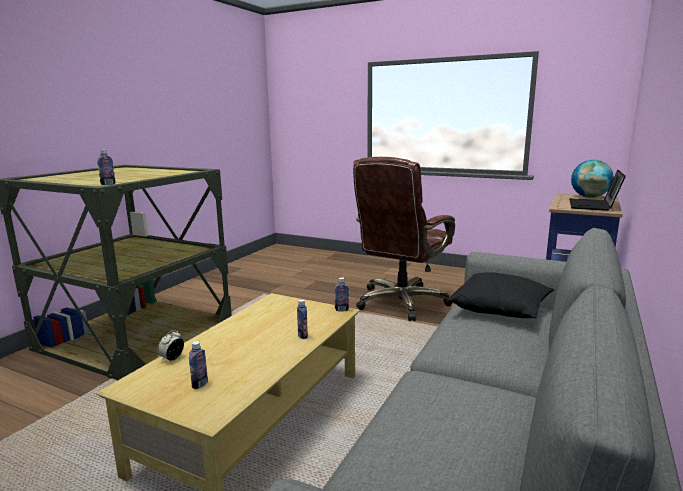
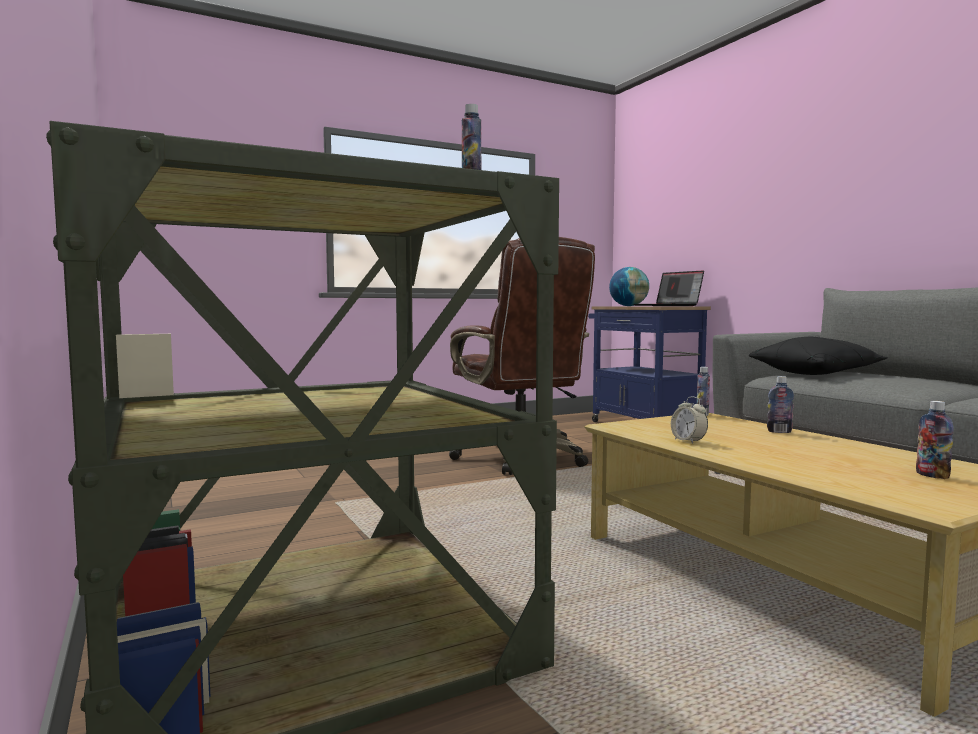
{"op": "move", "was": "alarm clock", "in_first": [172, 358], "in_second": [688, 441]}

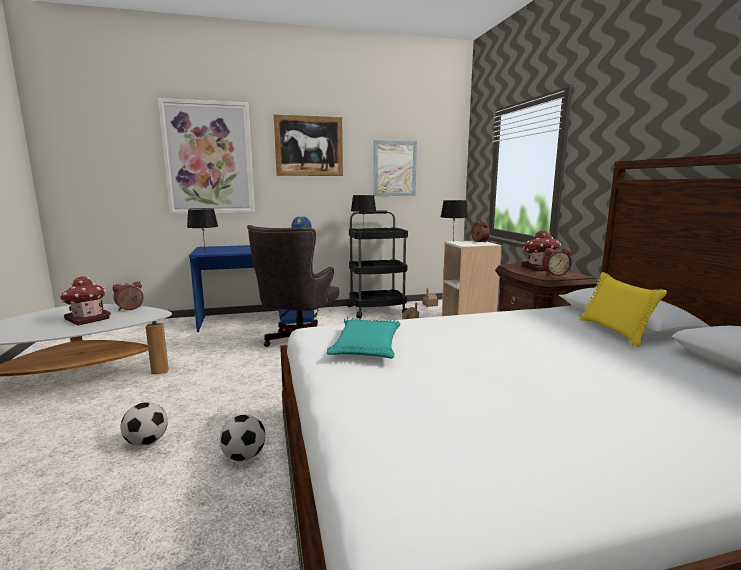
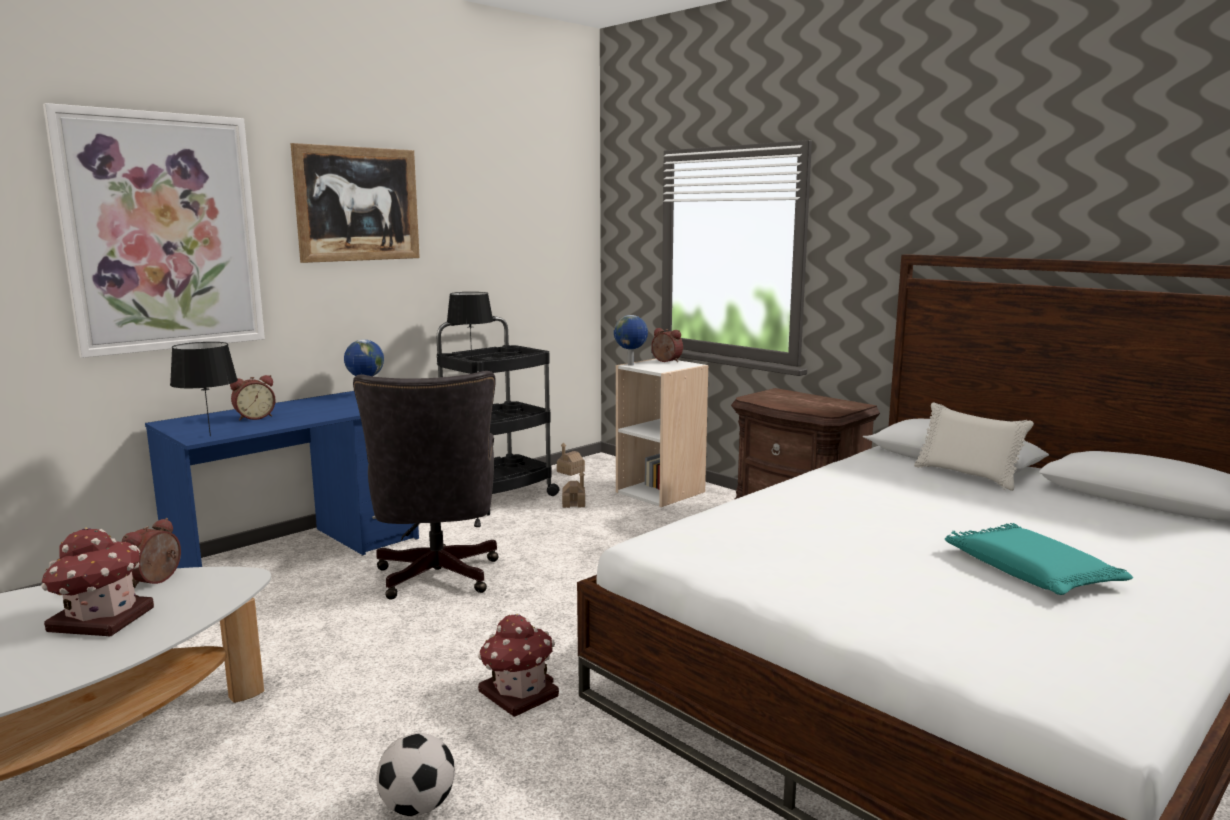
{"op": "delete", "was": "picture", "in_first": [394, 168]}
{"op": "replace", "was": "black table lamp", "now": "globe", "in_first": [453, 242], "in_second": [631, 365]}
{"op": "move", "was": "toy house", "in_first": [539, 268], "in_second": [518, 693]}
{"op": "move", "was": "alarm clock", "in_first": [554, 274], "in_second": [254, 417]}
{"op": "recolor", "was": "yellow pillow", "now": "white pillow", "in_first": [615, 332], "in_second": [967, 476]}
{"op": "move", "was": "turquoise pillow", "in_first": [366, 345], "in_second": [1032, 569]}
{"op": "delete", "was": "football", "in_first": [244, 456]}

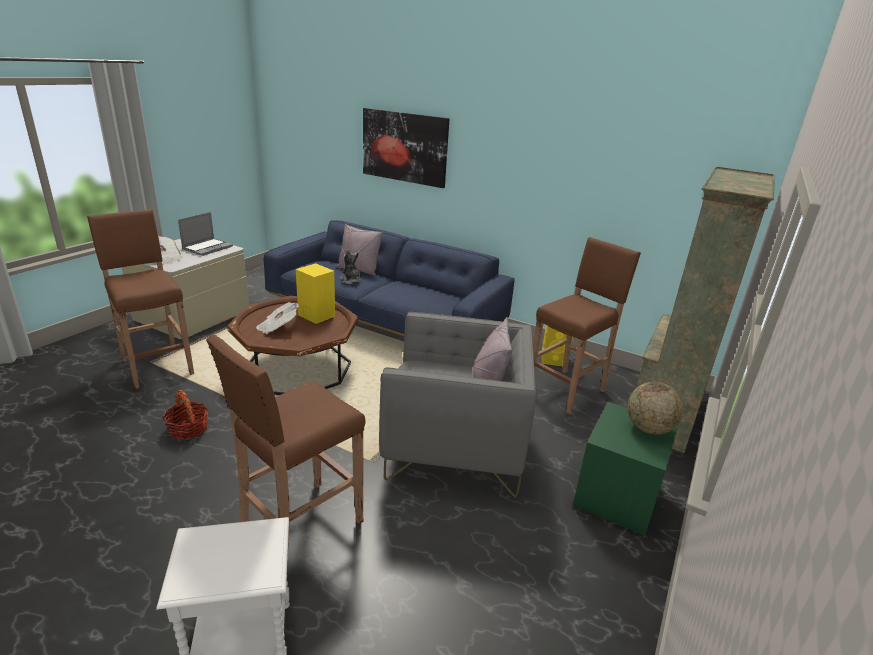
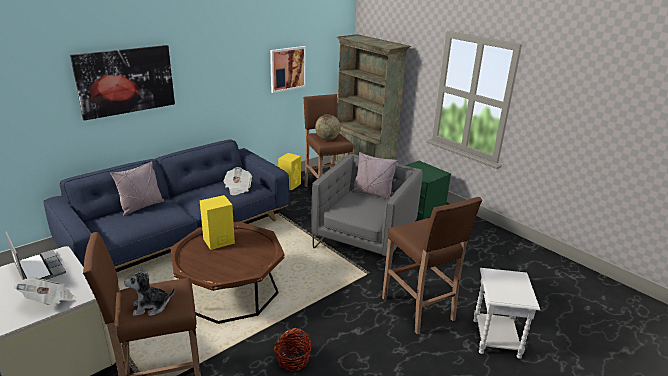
{"op": "move", "was": "plush toy", "in_first": [351, 280], "in_second": [151, 307]}
{"op": "move", "was": "newspaper", "in_first": [278, 328], "in_second": [238, 188]}
{"op": "move", "was": "globe", "in_first": [649, 429], "in_second": [327, 139]}
{"op": "insert", "now": "picture", "in_second": [287, 68]}

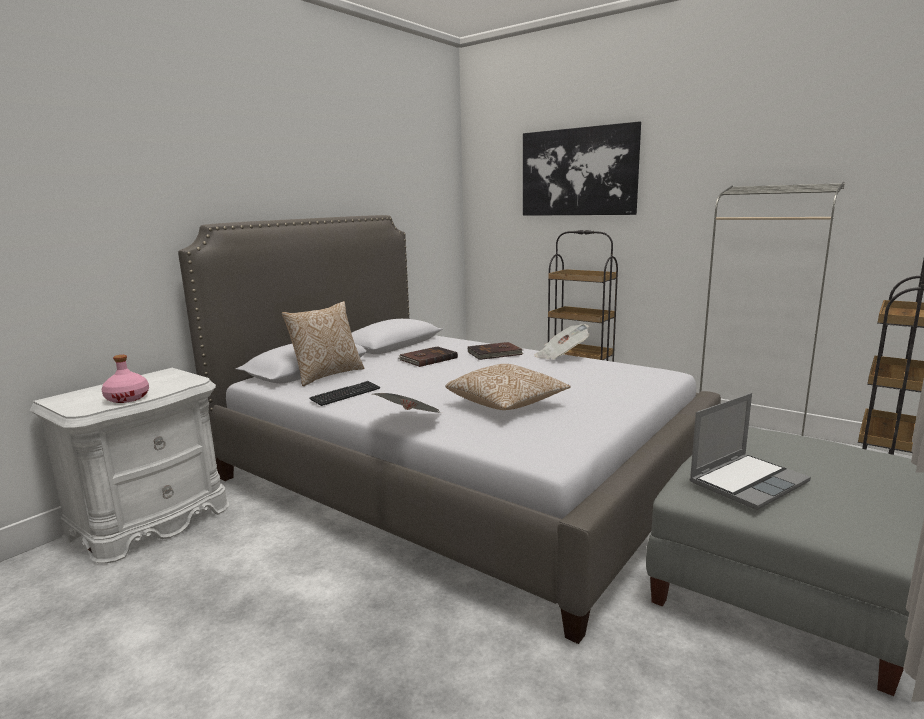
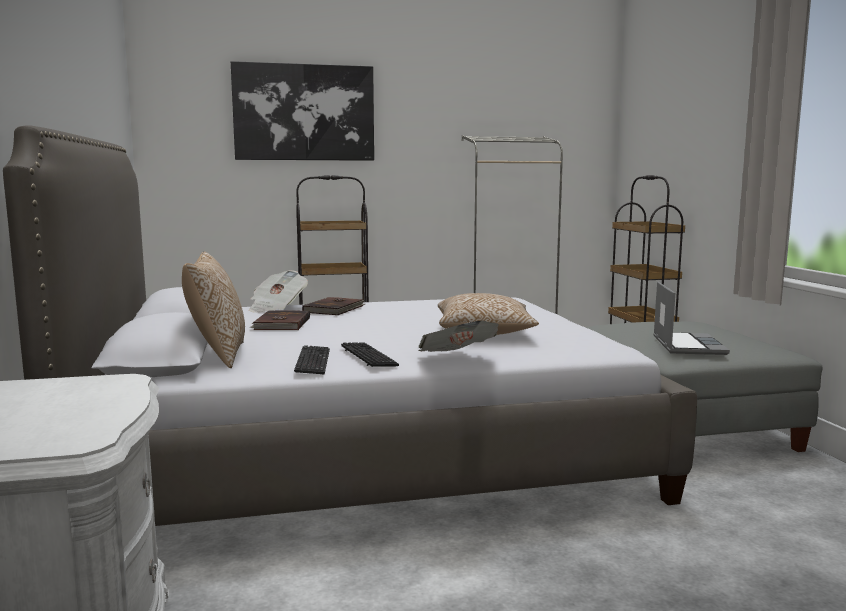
{"op": "move", "was": "newspaper", "in_first": [561, 356], "in_second": [276, 308]}
{"op": "delete", "was": "pink bottle", "in_first": [127, 398]}
{"op": "insert", "now": "keyboard", "in_second": [368, 357]}

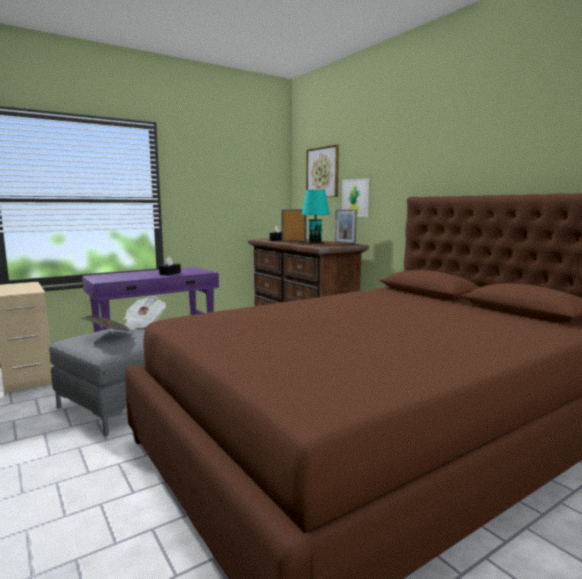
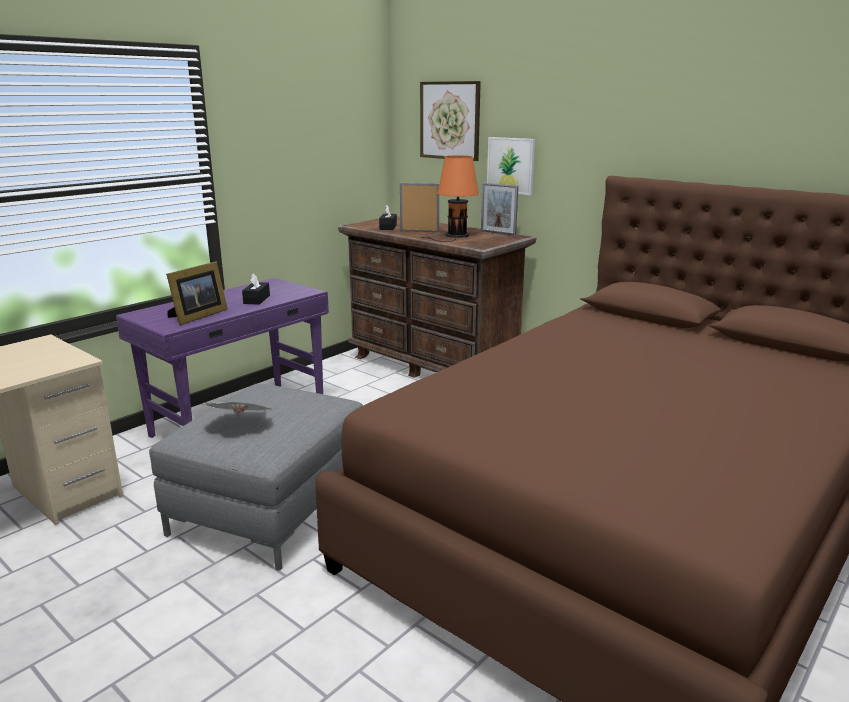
{"op": "recolor", "was": "turquoise table lamp", "now": "orange table lamp", "in_first": [313, 243], "in_second": [455, 236]}
{"op": "delete", "was": "newspaper", "in_first": [143, 324]}
{"op": "insert", "now": "picture frame", "in_second": [197, 316]}

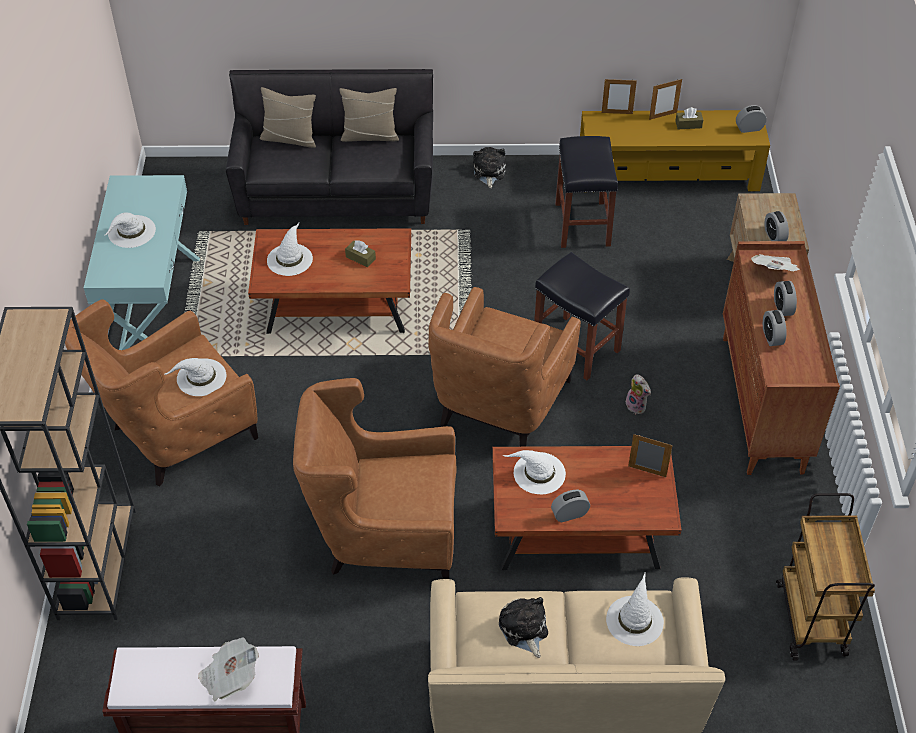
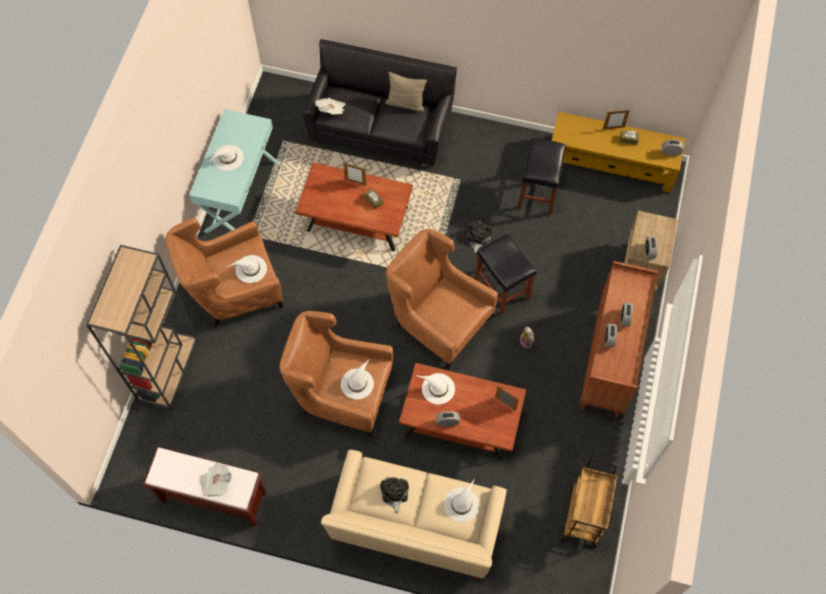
{"op": "move", "was": "picture frame", "in_first": [617, 113], "in_second": [355, 182]}
{"op": "delete", "was": "beige pillow", "in_first": [289, 139]}
{"op": "move", "was": "plush toy", "in_first": [488, 172], "in_second": [478, 237]}
{"op": "move", "was": "white hat", "in_first": [289, 259], "in_second": [357, 383]}
{"op": "move", "was": "newspaper", "in_first": [774, 272], "in_second": [332, 110]}
{"op": "rotate", "was": "brown armchair", "in_first": [499, 406], "in_second": [438, 321], "clockwise": 90}

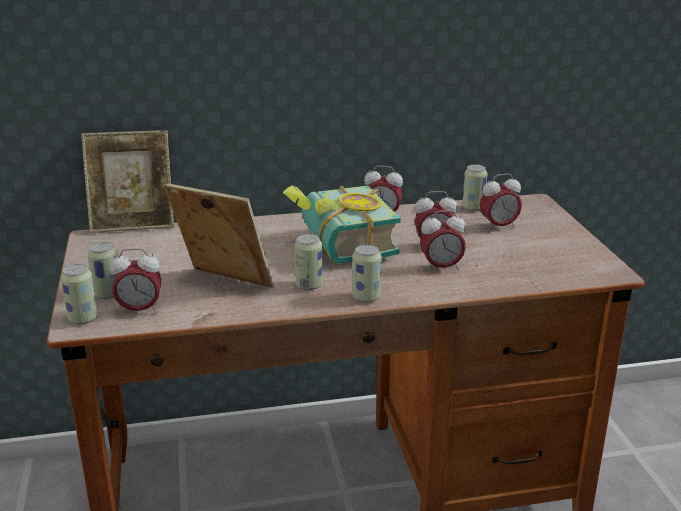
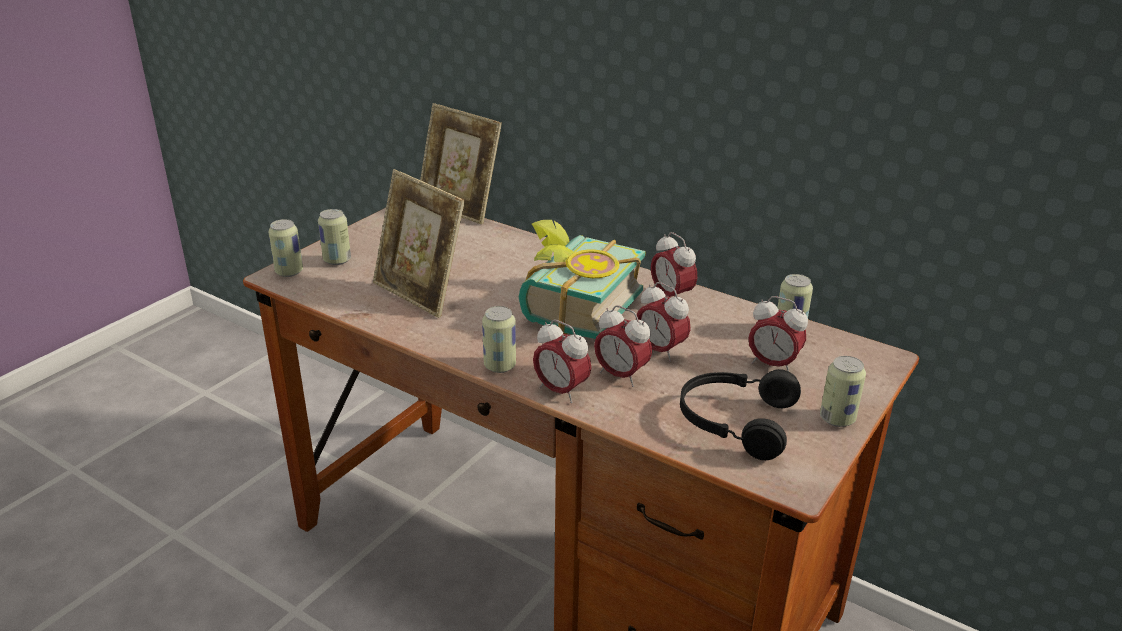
{"op": "rotate", "was": "picture frame", "in_first": [223, 284], "in_second": [420, 293], "clockwise": 150}
{"op": "move", "was": "can", "in_first": [309, 285], "in_second": [837, 419]}
{"op": "move", "was": "alarm clock", "in_first": [140, 310], "in_second": [561, 391]}
{"op": "insert", "now": "black headphones", "in_second": [734, 422]}

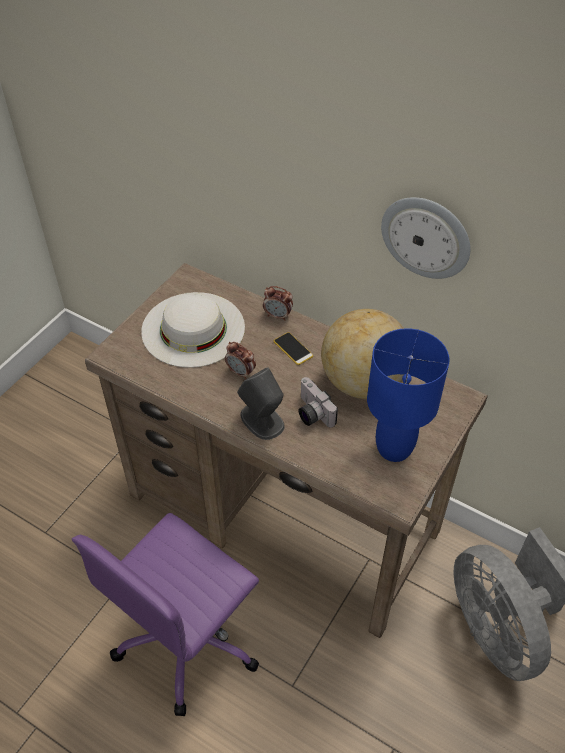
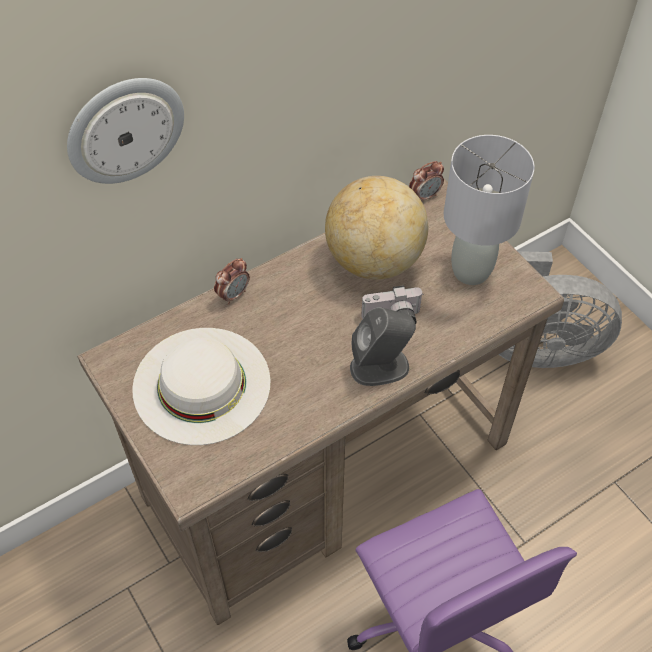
{"op": "move", "was": "wall clock", "in_first": [426, 237], "in_second": [125, 129]}
{"op": "recolor", "was": "blue table lamp", "now": "grey table lamp", "in_first": [394, 449], "in_second": [471, 271]}
{"op": "delete", "was": "phone", "in_first": [293, 349]}
{"op": "move", "was": "alarm clock", "in_first": [241, 372], "in_second": [425, 196]}

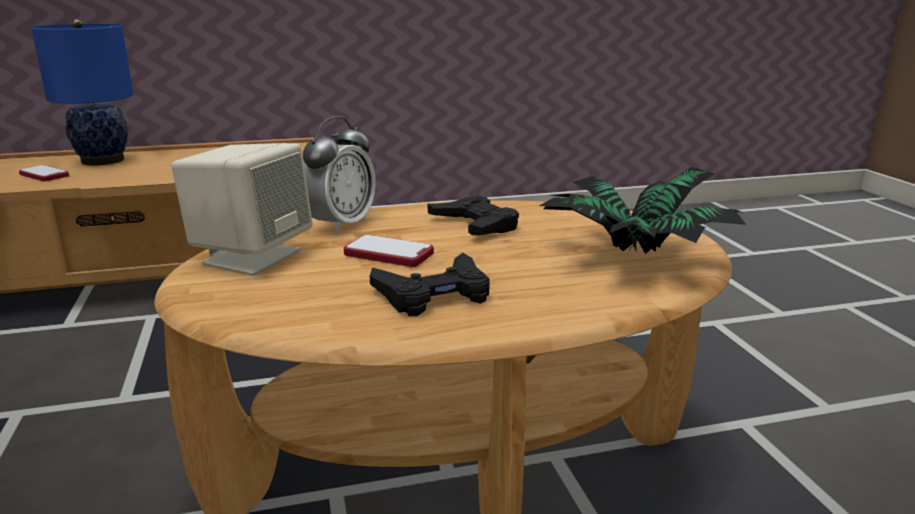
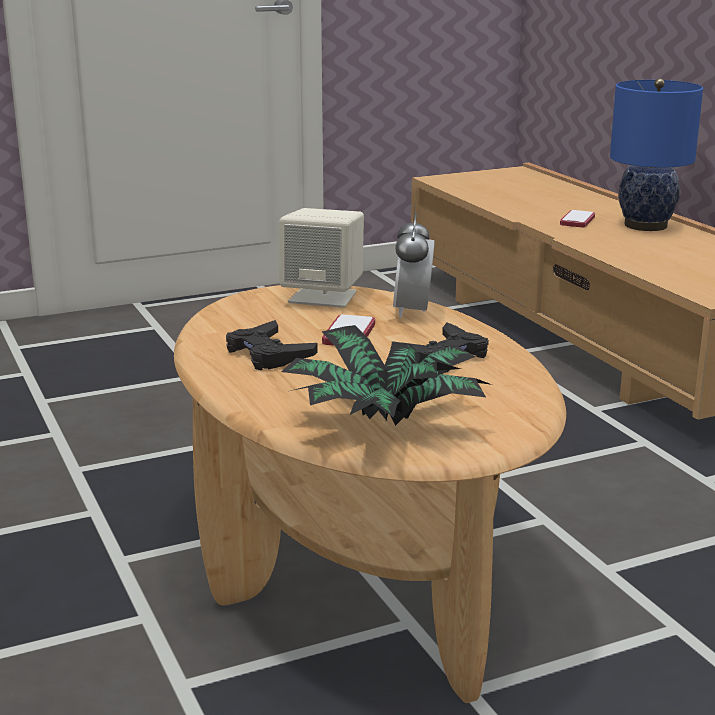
{"op": "rotate", "was": "alarm clock", "in_first": [340, 225], "in_second": [413, 311], "clockwise": 75}

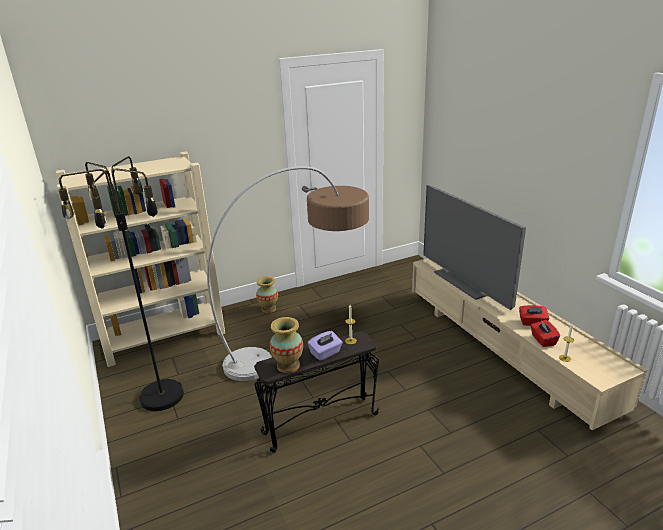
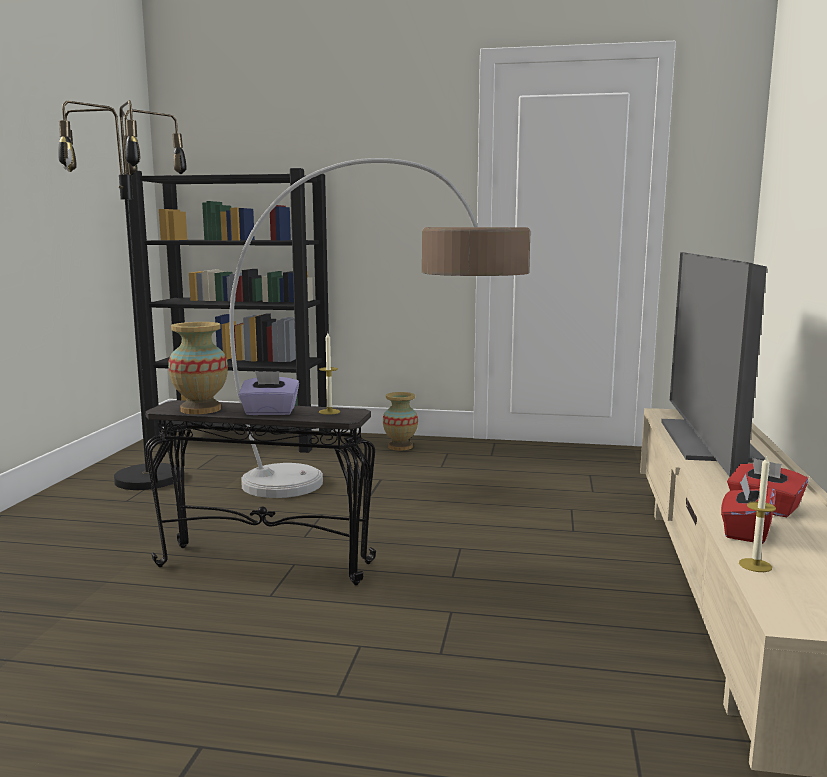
{"op": "recolor", "was": "beige bookcase", "now": "black bookcase", "in_first": [164, 336], "in_second": [242, 438]}

